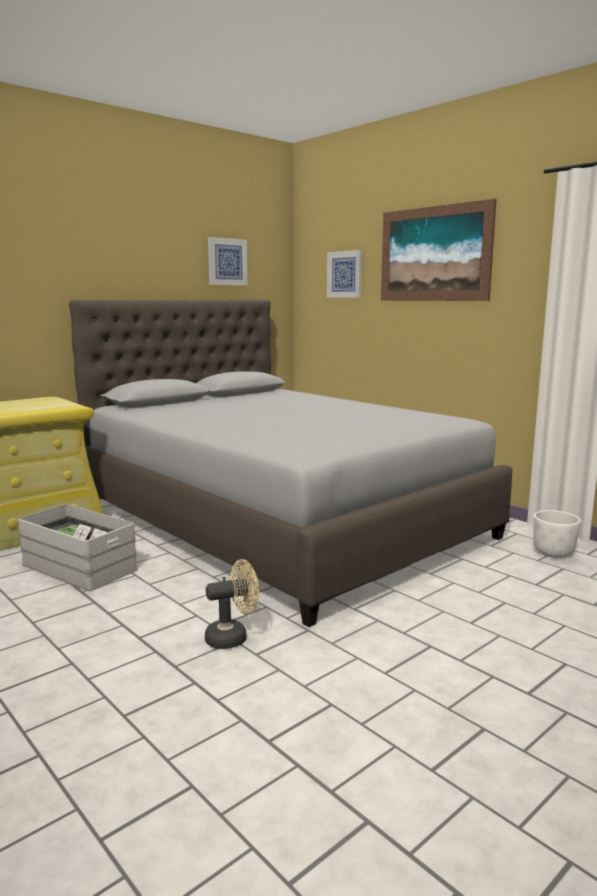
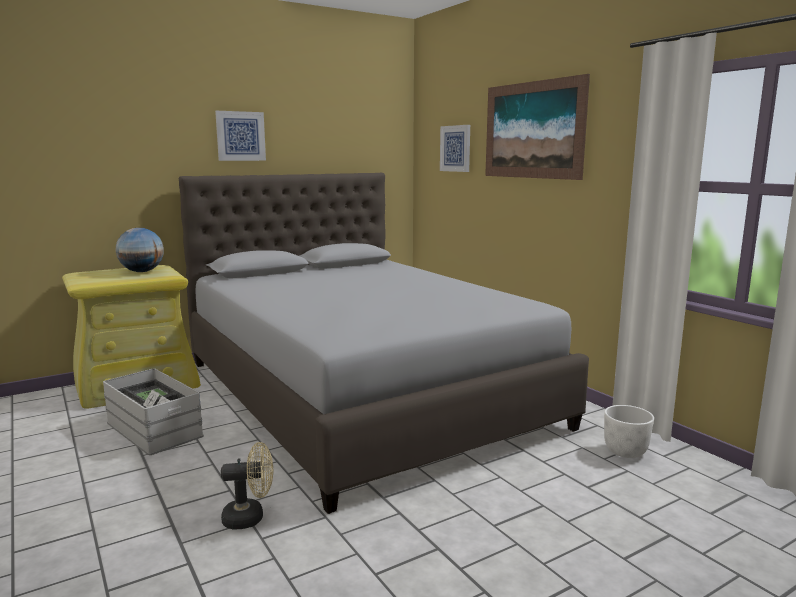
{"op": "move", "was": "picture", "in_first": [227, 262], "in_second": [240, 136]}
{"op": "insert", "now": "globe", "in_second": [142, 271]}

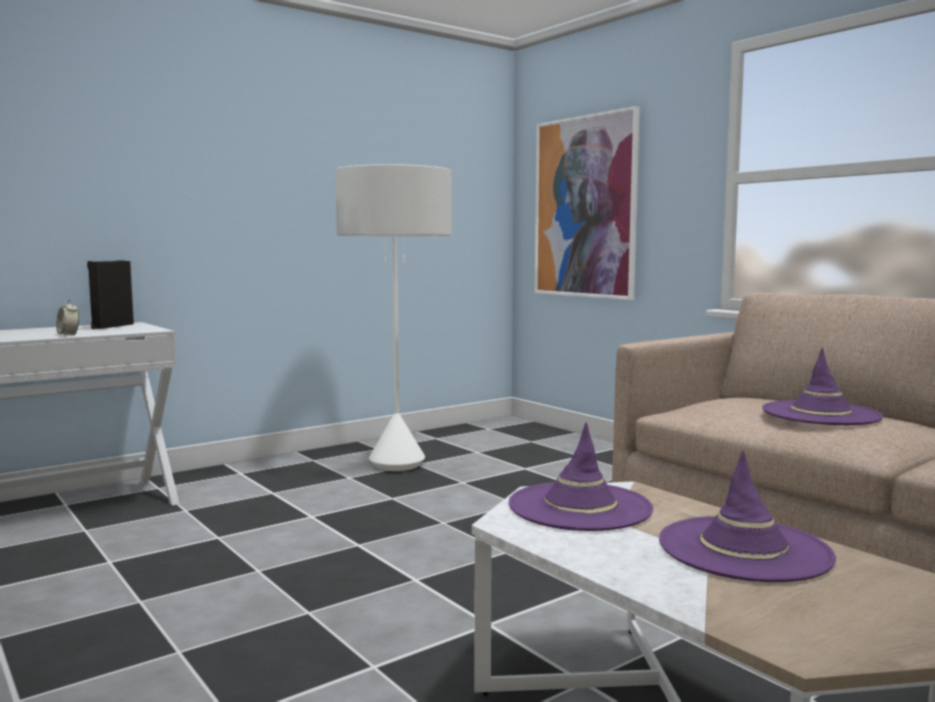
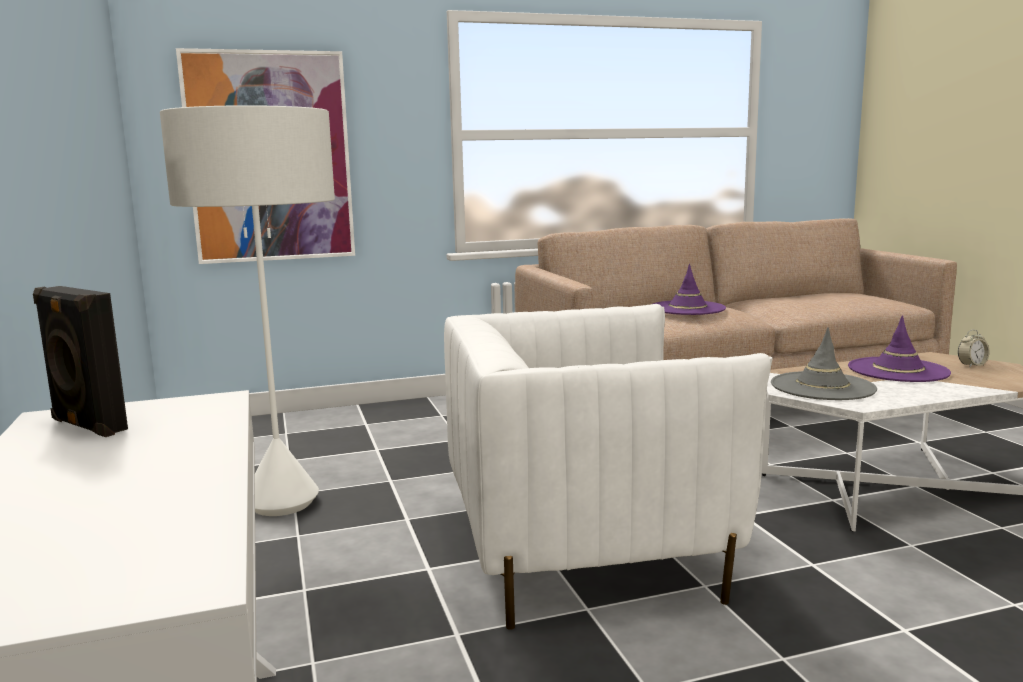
{"op": "move", "was": "alarm clock", "in_first": [68, 335], "in_second": [971, 365]}
{"op": "recolor", "was": "purple hat", "now": "grey hat", "in_first": [579, 507], "in_second": [822, 387]}
{"op": "insert", "now": "white armchair", "in_second": [585, 545]}

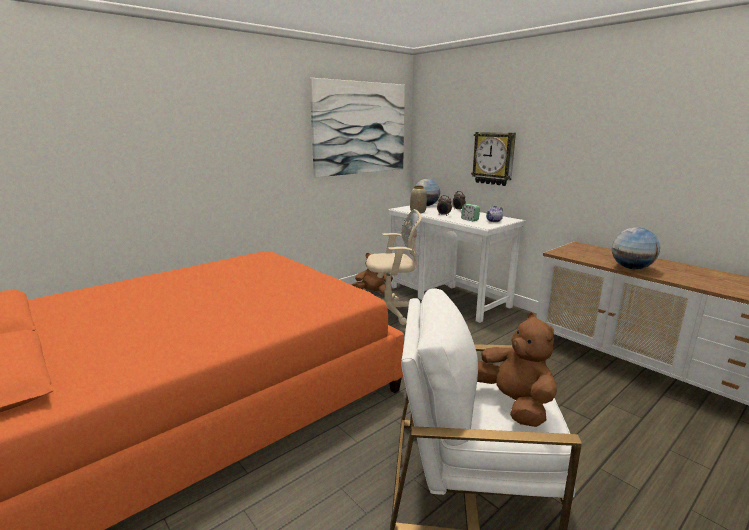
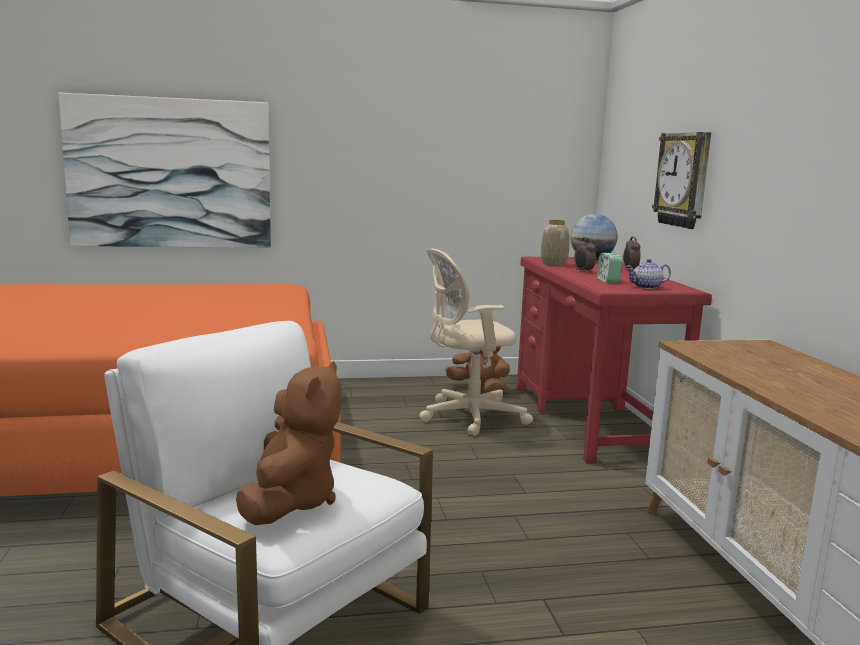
{"op": "move", "was": "picture", "in_first": [360, 128], "in_second": [170, 173]}
{"op": "recolor", "was": "white desk", "now": "red desk", "in_first": [448, 296], "in_second": [591, 419]}
{"op": "rotate", "was": "beige office chair", "in_first": [391, 312], "in_second": [468, 417], "clockwise": 135}
{"op": "delete", "was": "globe", "in_first": [631, 268]}

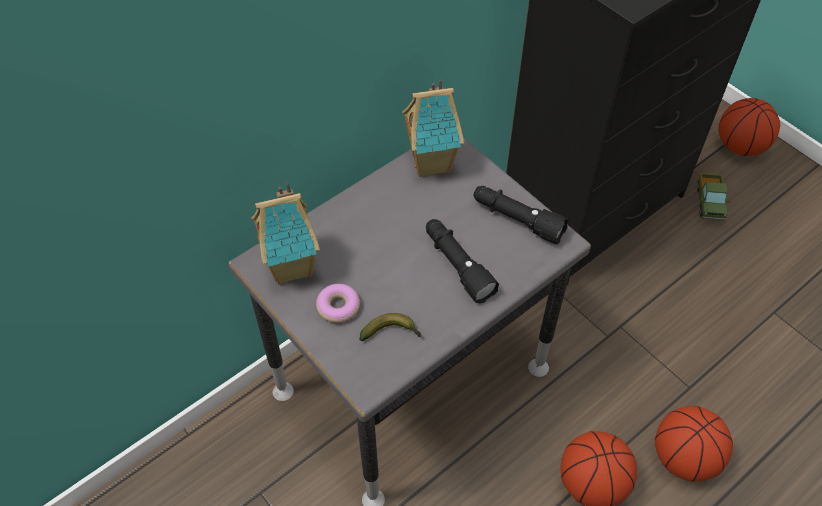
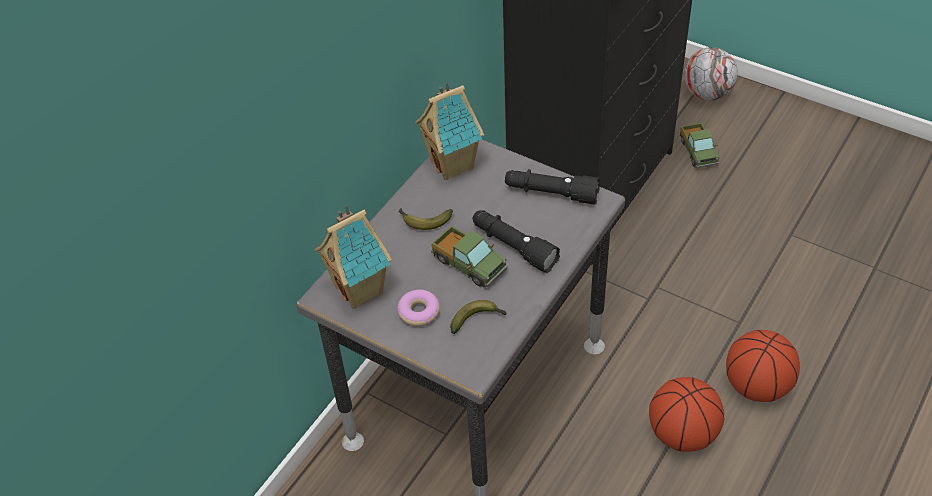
{"op": "replace", "was": "basketball", "now": "football", "in_first": [739, 146], "in_second": [707, 93]}
{"op": "insert", "now": "banana", "in_second": [423, 221]}
{"op": "insert", "now": "toy truck", "in_second": [469, 264]}

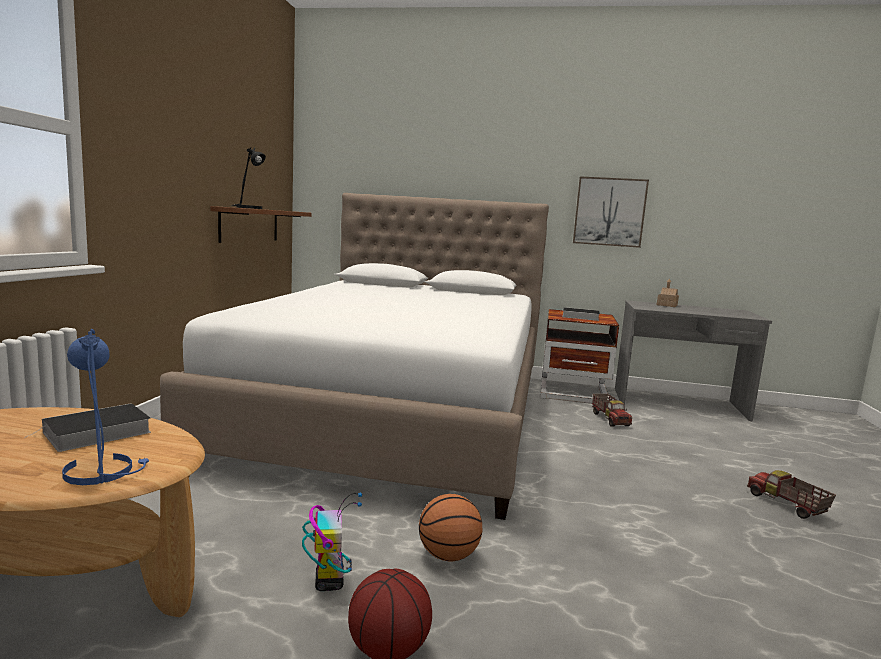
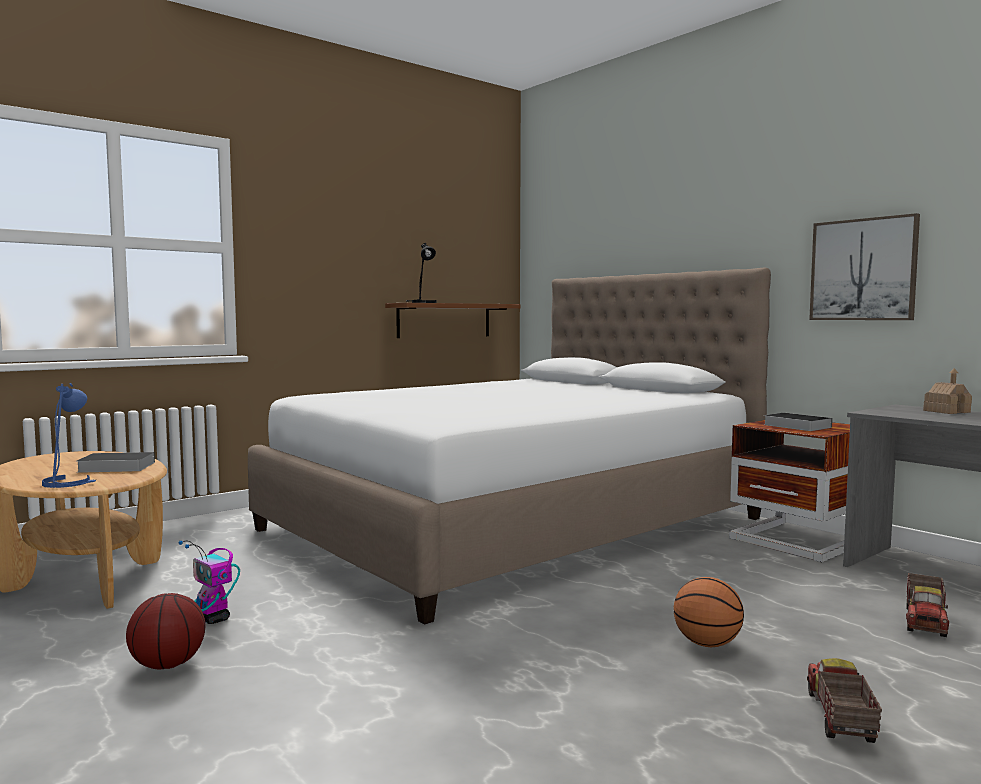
{"op": "move", "was": "toy truck", "in_first": [610, 419], "in_second": [926, 621]}
{"op": "rotate", "was": "toy robot", "in_first": [329, 581], "in_second": [213, 619], "clockwise": 105}
{"op": "move", "was": "basketball", "in_first": [448, 555], "in_second": [707, 644]}

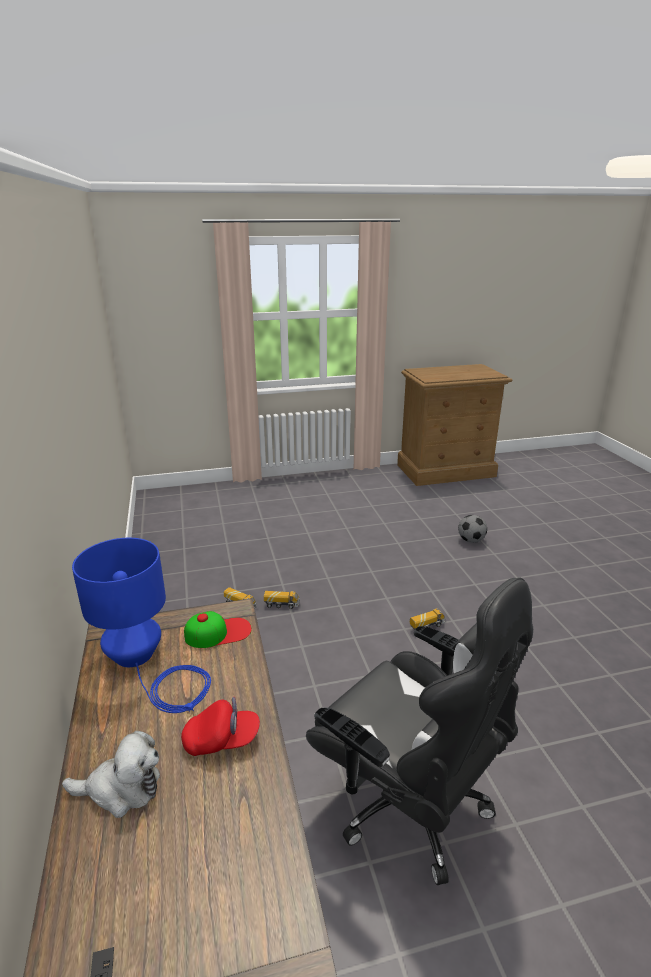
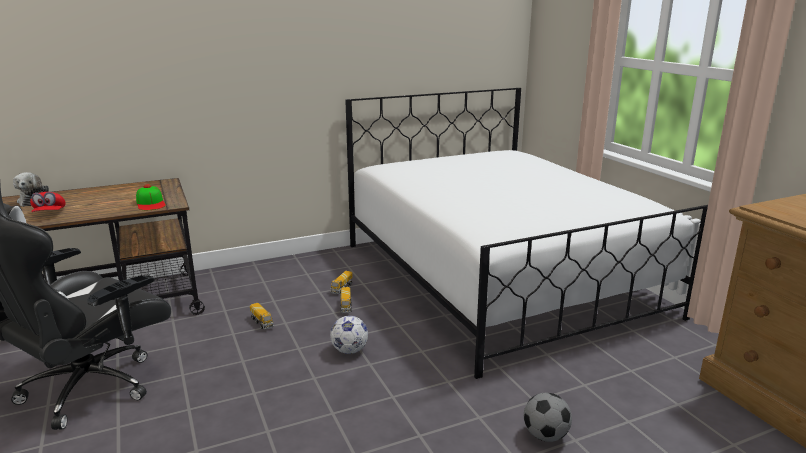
{"op": "delete", "was": "blue table lamp", "in_first": [151, 667]}
{"op": "move", "was": "toy truck", "in_first": [426, 626], "in_second": [262, 323]}
{"op": "insert", "now": "white bed", "in_second": [497, 277]}
{"op": "insert", "now": "football", "in_second": [350, 350]}

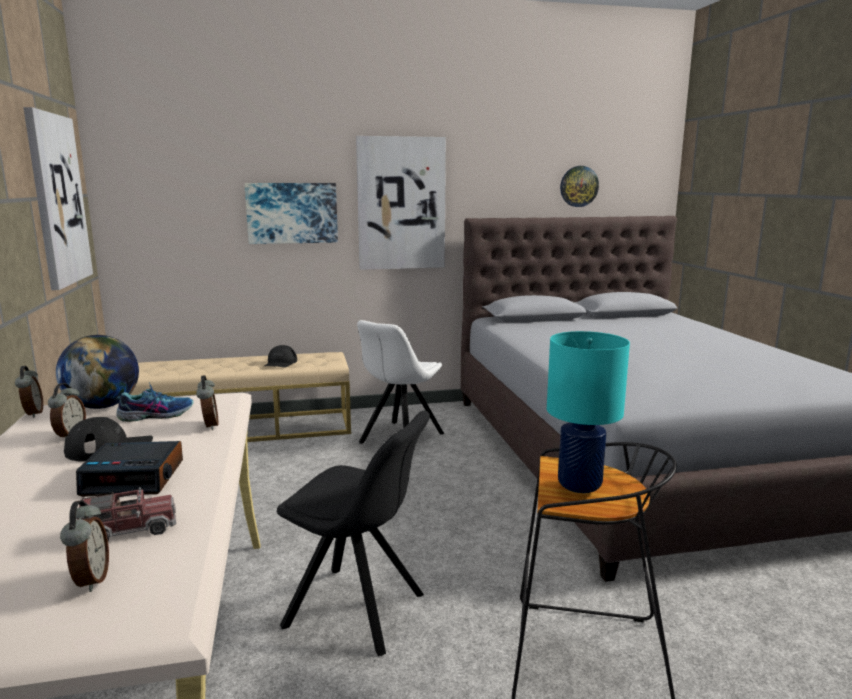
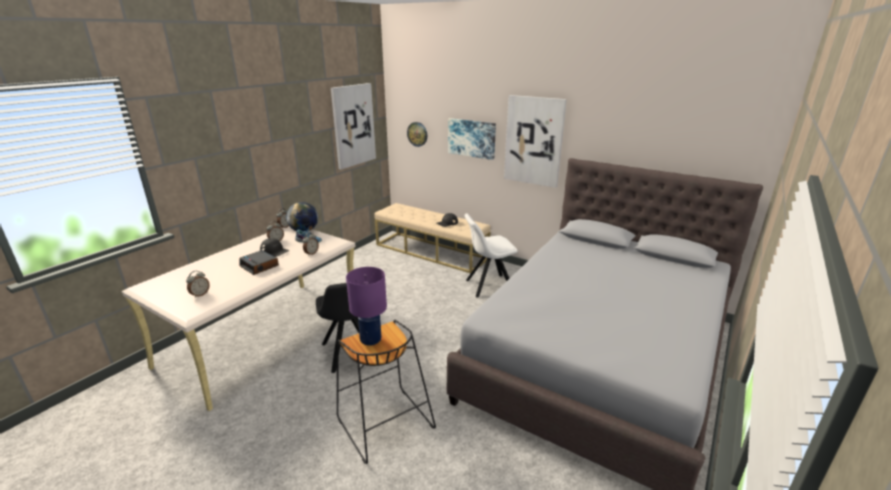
{"op": "move", "was": "wall clock", "in_first": [578, 186], "in_second": [417, 134]}
{"op": "recolor", "was": "turquoise table lamp", "now": "purple table lamp", "in_first": [580, 487], "in_second": [370, 341]}
{"op": "delete", "was": "toy truck", "in_first": [128, 529]}

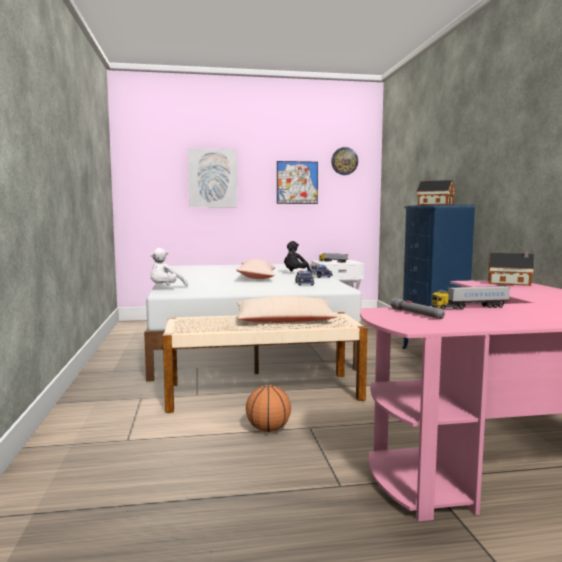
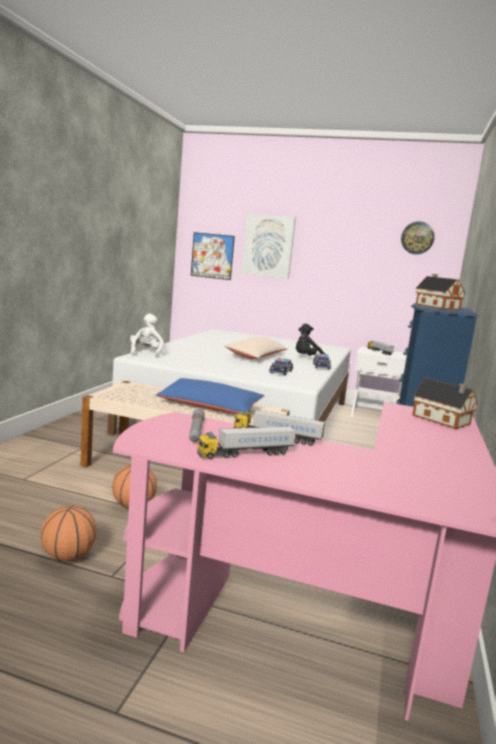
{"op": "move", "was": "picture", "in_first": [297, 182], "in_second": [212, 256]}
{"op": "rotate", "was": "white plush toy", "in_first": [166, 288], "in_second": [146, 353], "clockwise": 120}
{"op": "recolor", "was": "beige pillow", "now": "blue pillow", "in_first": [285, 321], "in_second": [209, 407]}
{"op": "insert", "now": "toy truck", "in_second": [246, 454]}
{"op": "insert", "now": "basketball", "in_second": [68, 556]}

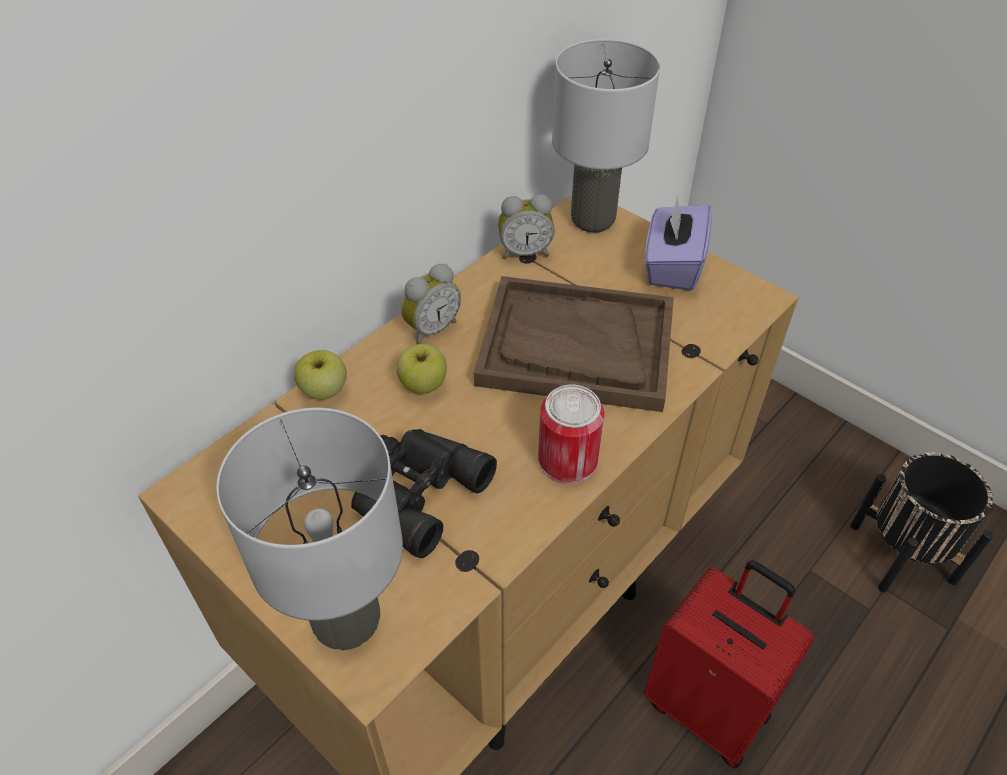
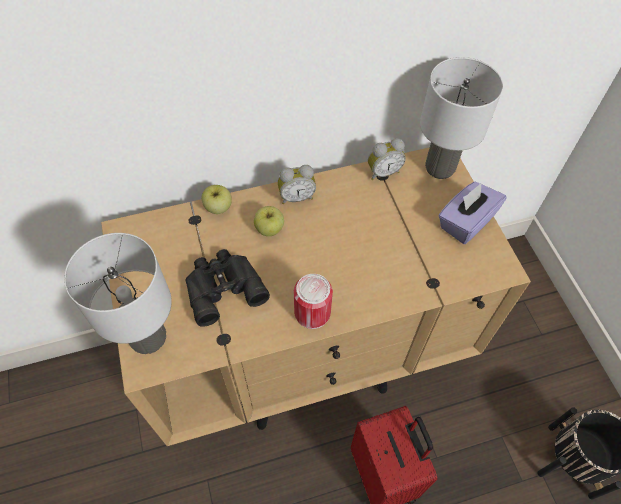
{"op": "rotate", "was": "alarm clock", "in_first": [525, 252], "in_second": [383, 172], "clockwise": -45}
{"op": "delete", "was": "brown tray", "in_first": [575, 346]}

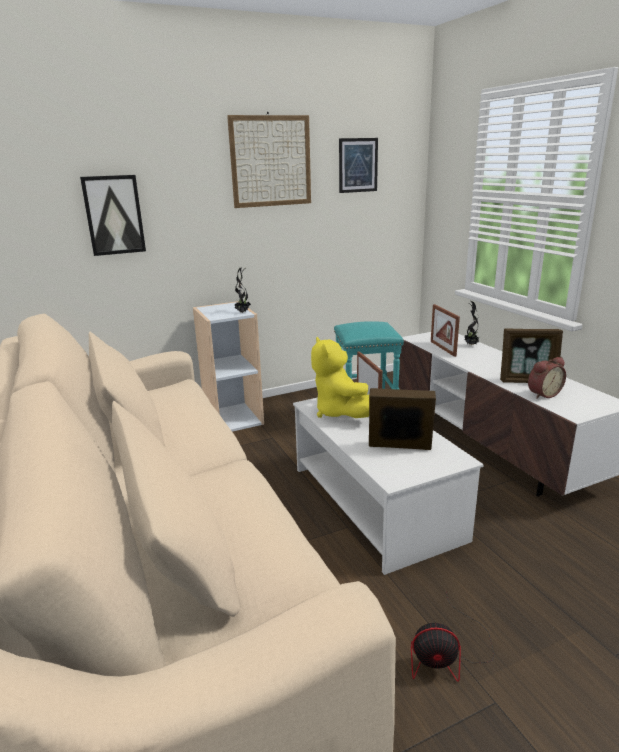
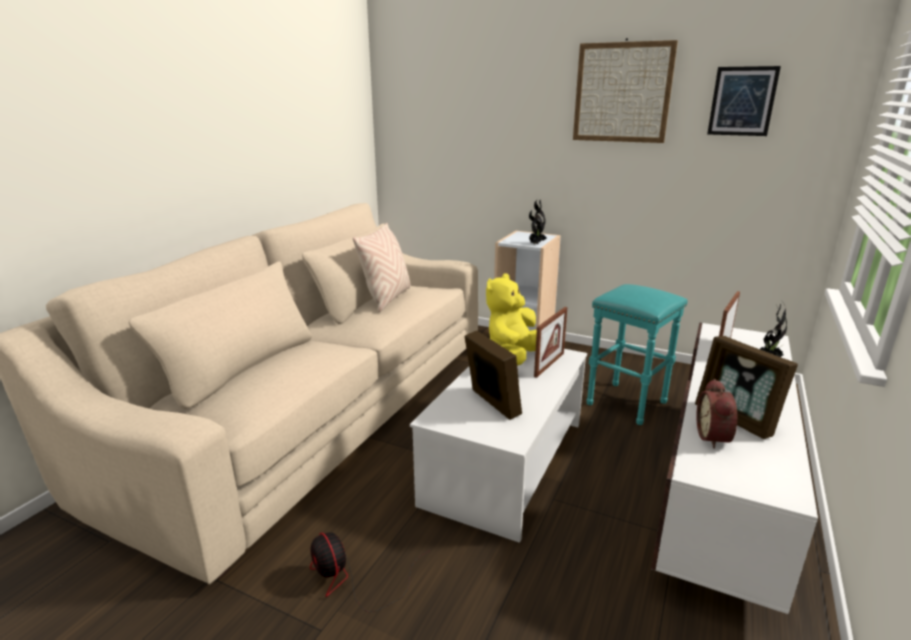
{"op": "delete", "was": "picture", "in_first": [114, 215]}
{"op": "rotate", "was": "alarm clock", "in_first": [542, 394], "in_second": [715, 437], "clockwise": 75}
{"op": "insert", "now": "beige pillow", "in_second": [387, 298]}

